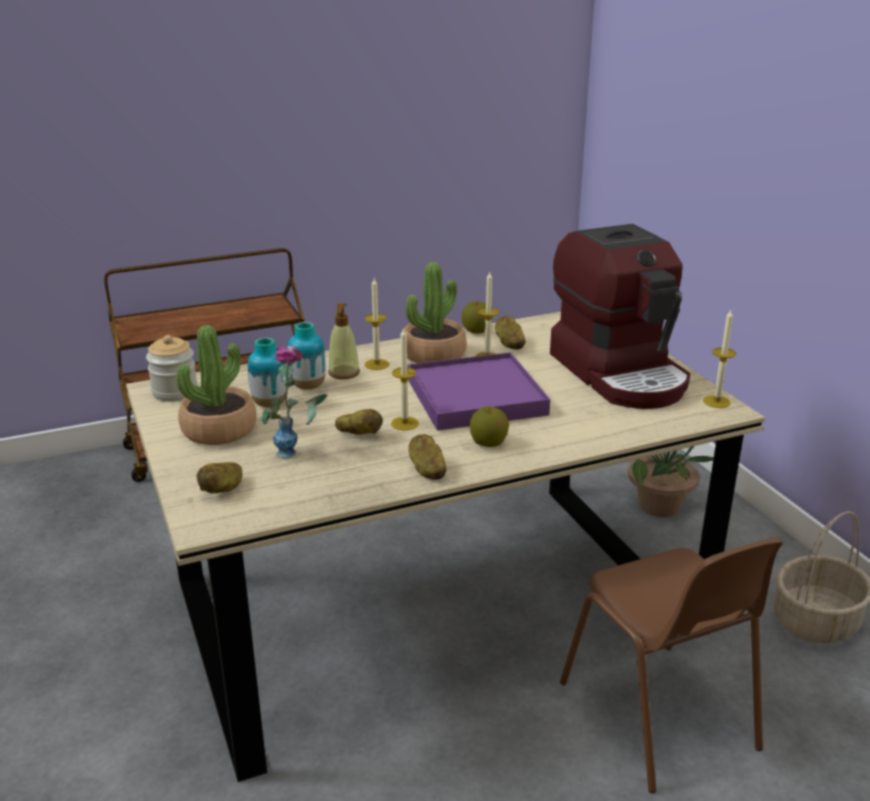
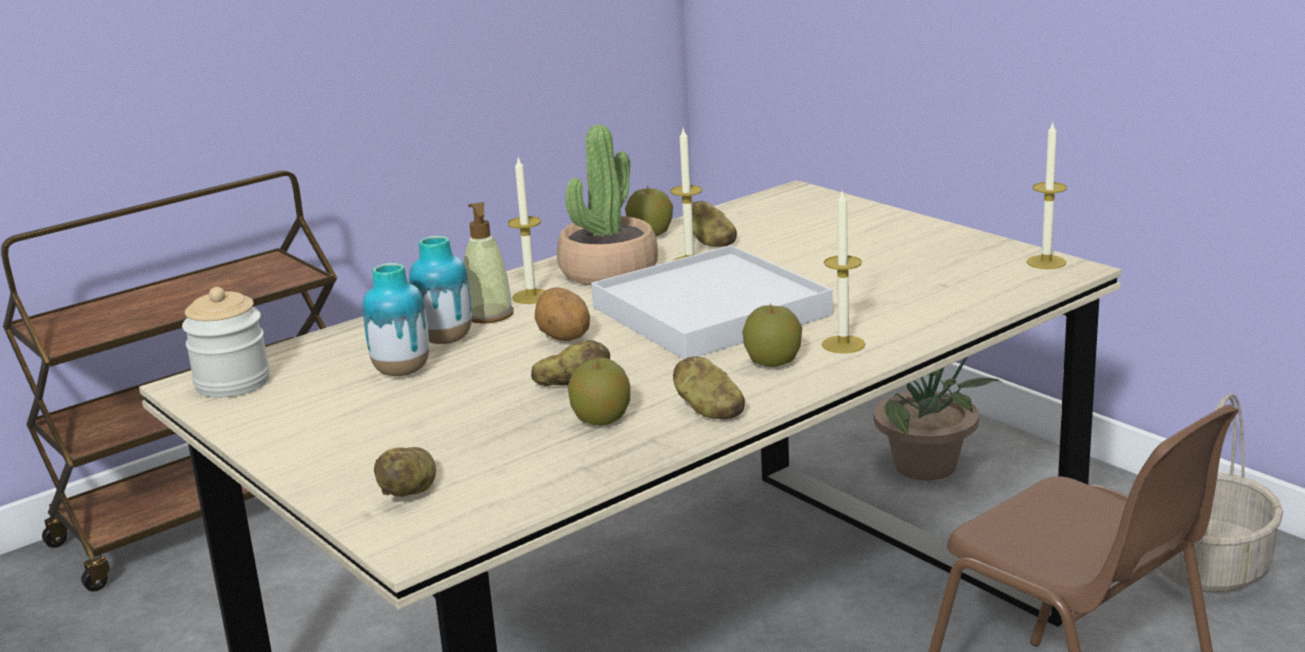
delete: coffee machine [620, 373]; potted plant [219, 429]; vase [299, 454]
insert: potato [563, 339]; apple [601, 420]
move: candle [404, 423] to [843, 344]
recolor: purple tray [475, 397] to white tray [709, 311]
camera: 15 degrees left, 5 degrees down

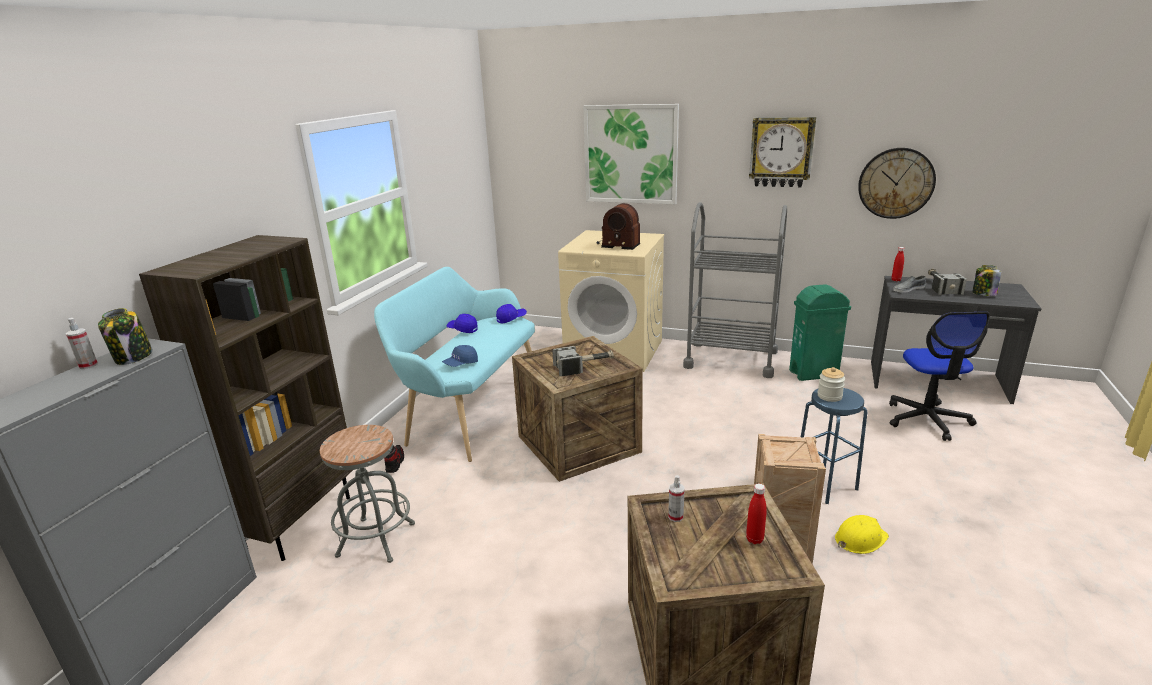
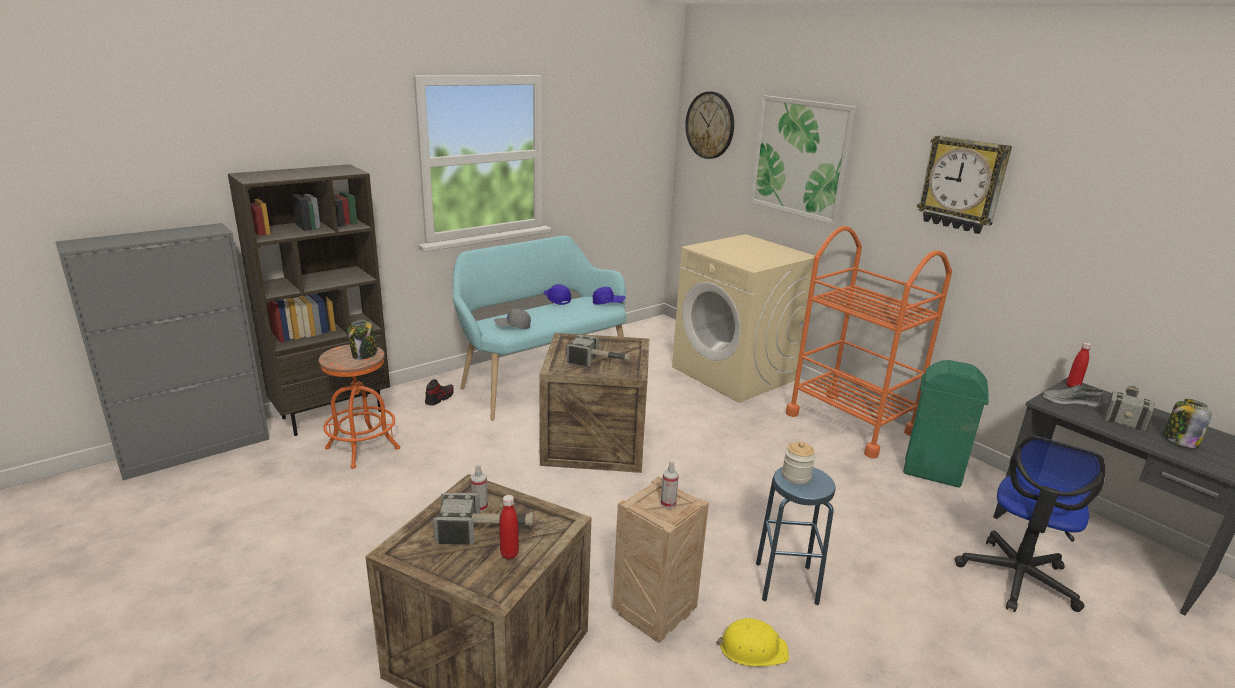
delete: radio [618, 244]
insert: hammer [486, 531]
move: wall clock [896, 183] to [710, 125]; jar [133, 357] to [364, 355]; spray bottle [88, 365] to [668, 503]
recolor: grey cart [731, 359] to orange cart [850, 423]; blue cap [461, 364] to grey cap [513, 326]; grey stool [376, 539] to orange stool [362, 448]
camera: 30 degrees right, 0 degrees up

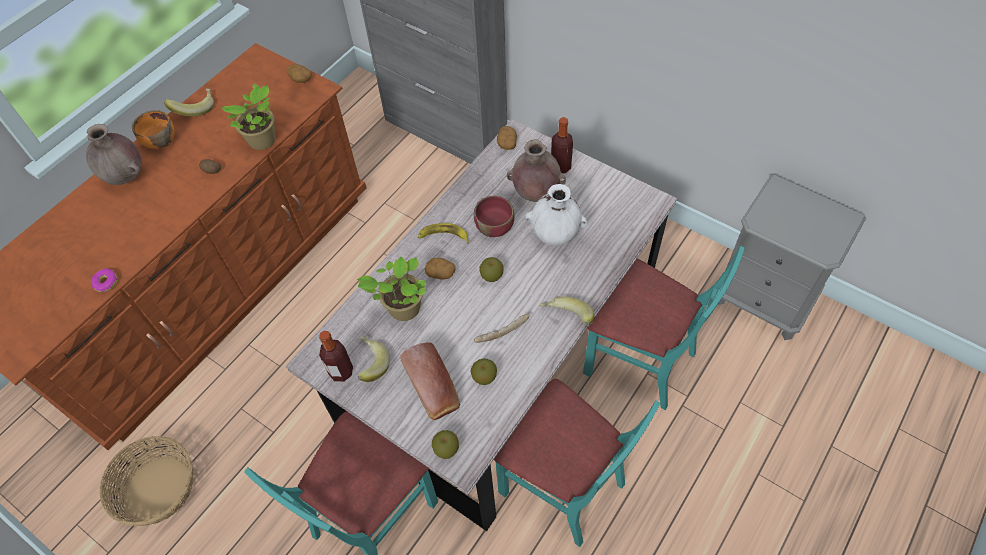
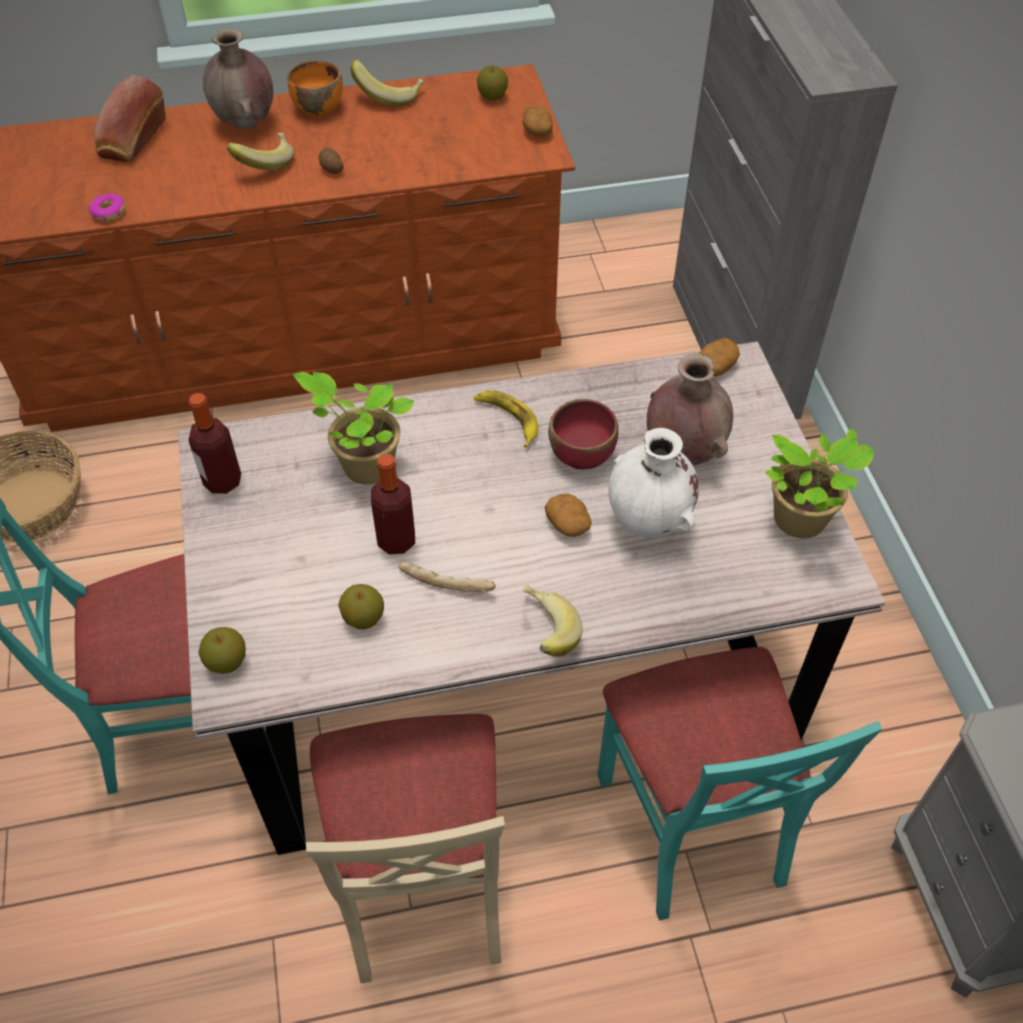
move: potted plant [264, 141] to [801, 522]; bottle [560, 167] to [396, 540]; apple [491, 276] to [492, 97]; potato [441, 273] to [568, 524]; banana [370, 365] to [264, 163]; bread [433, 389] to [132, 139]
recolor: turquoise chair [563, 485] to beige chair [422, 888]
camera: 40 degrees right, 5 degrees down

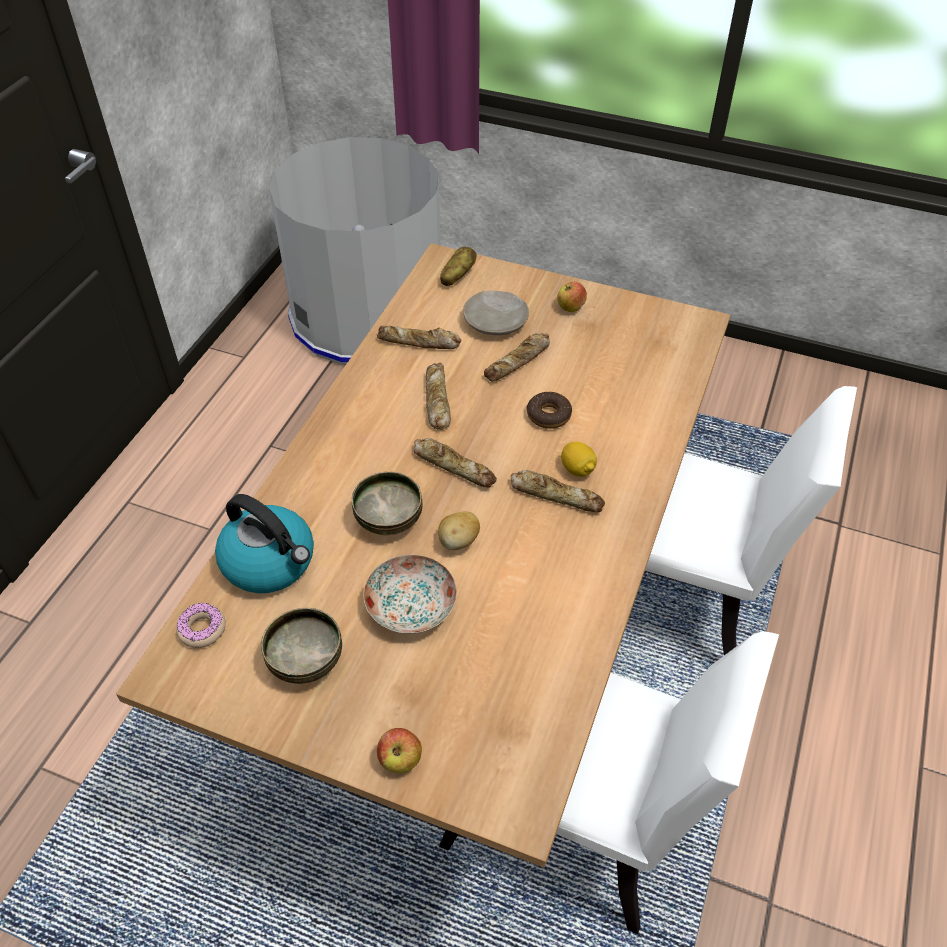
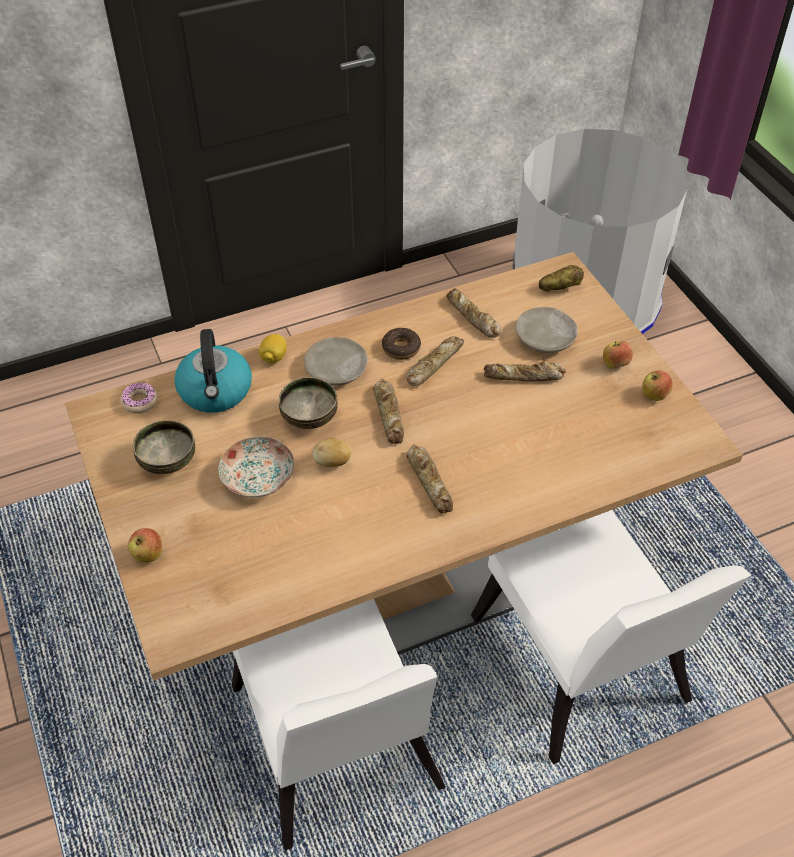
insert: beige plate [336, 370]; apple [654, 395]
move: donut [548, 415] to [401, 348]; lemon [577, 469] to [274, 358]
camera: 45 degrees right, 0 degrees up

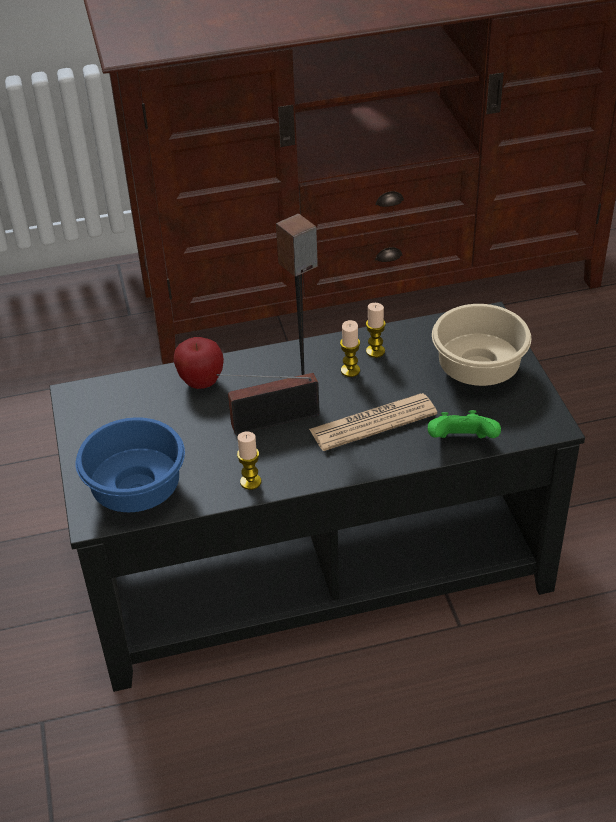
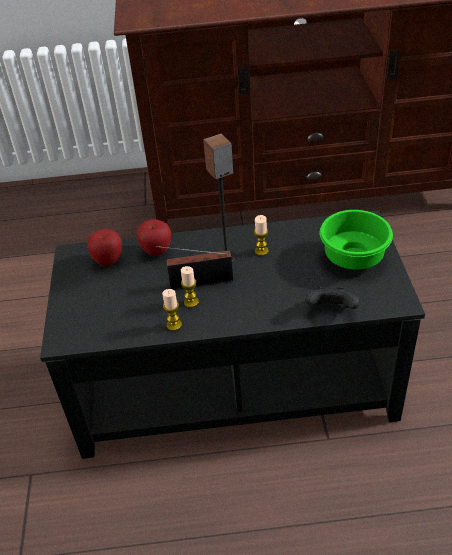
delete: newspaper [373, 423]; blue bowl [139, 492]
insert: apple [108, 261]
move: candle [375, 351] to [191, 302]
recolor: beige bowl [476, 371] to green bowl [352, 258]; green game controller [461, 443] to black game controller [331, 310]
camera: 10 degrees right, 0 degrees up

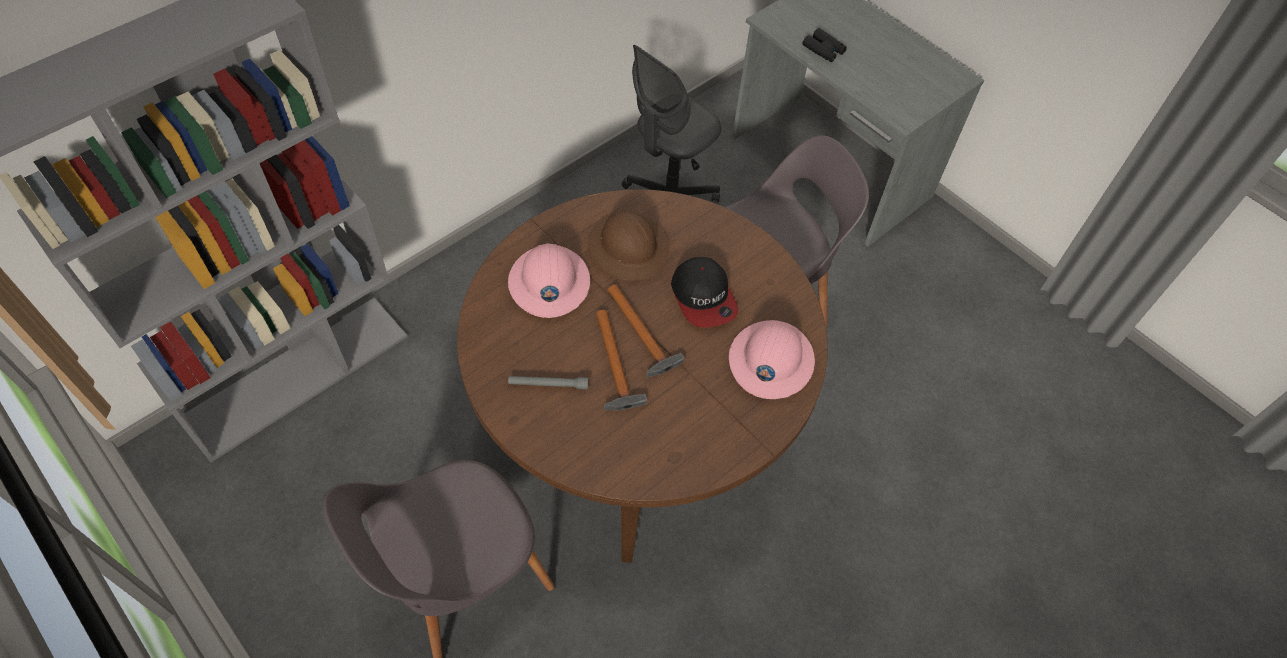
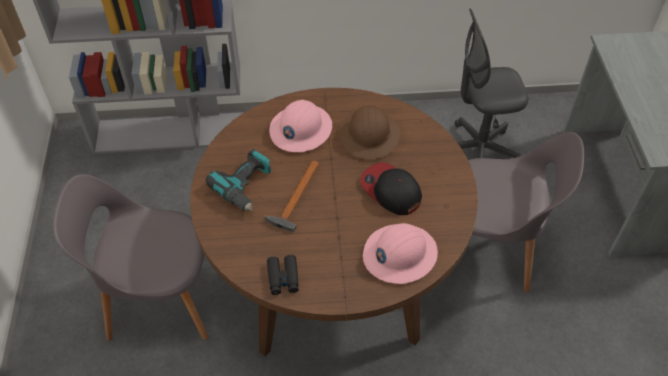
delete: hammer [641, 334]
move: black binoculars [823, 50] to [283, 278]
replace: grey flashlight [548, 384] to power drill [246, 186]
rotate: cap [704, 297] = [390, 190] 120 degrees clockwise
camera: 40 degrees right, 5 degrees down

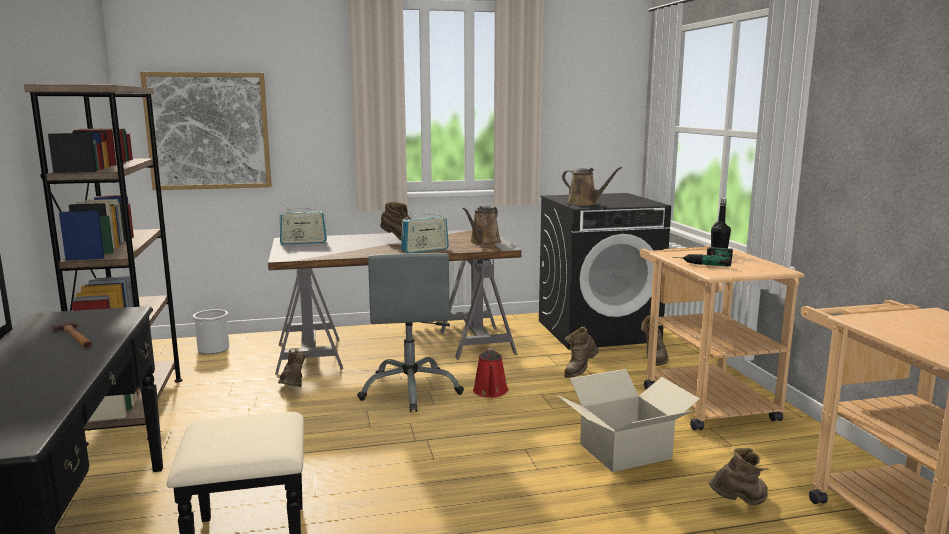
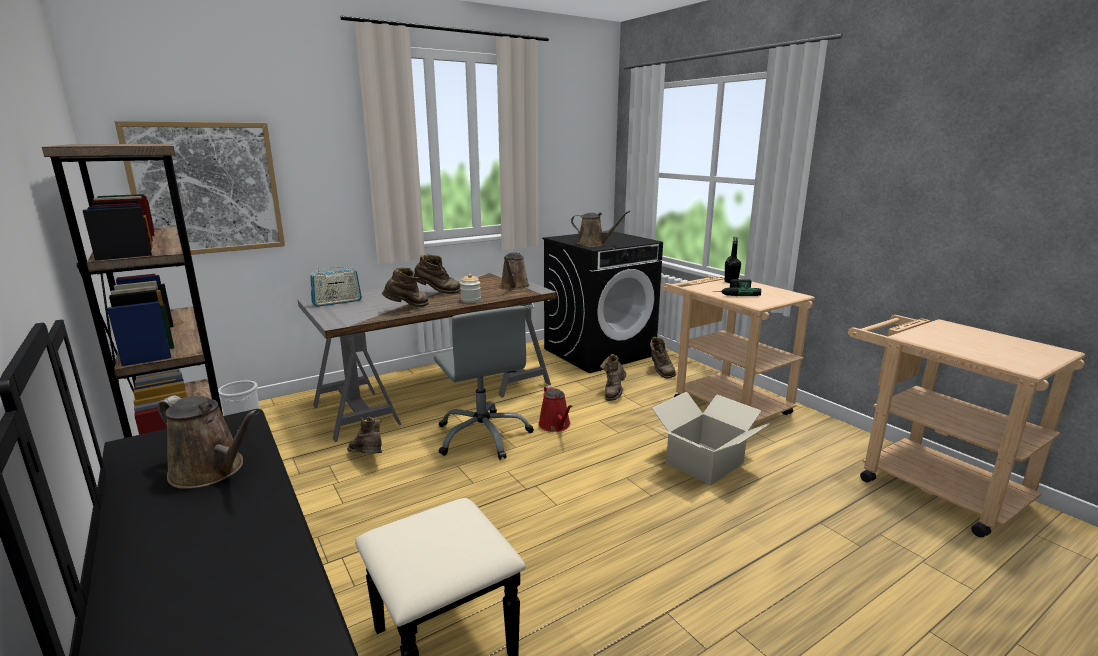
move: brown boot [739, 504] to [408, 308]
replace: radio [425, 250] to jar [470, 300]; hammer [75, 338] to brown watering can [211, 471]
camera: 20 degrees left, 5 degrees up

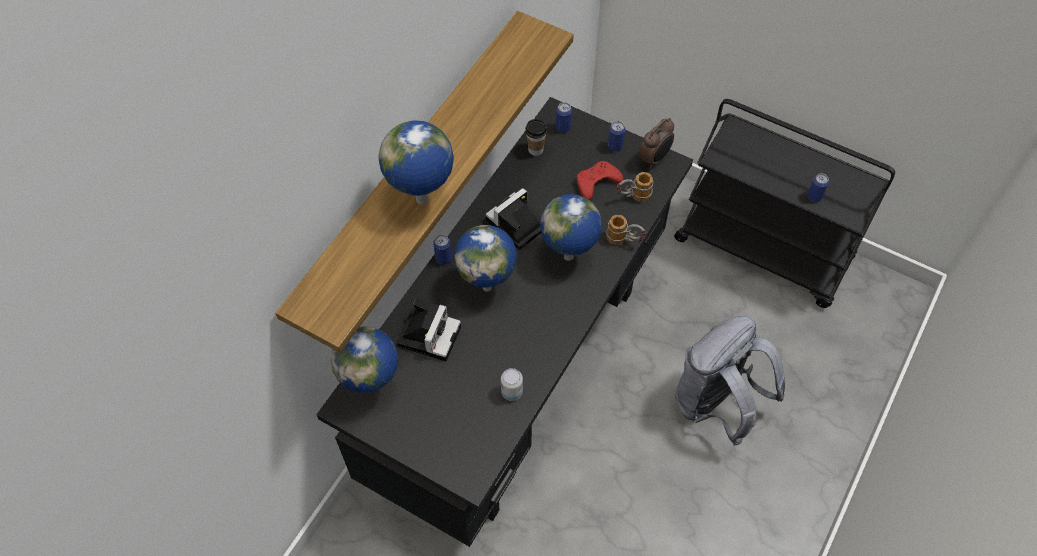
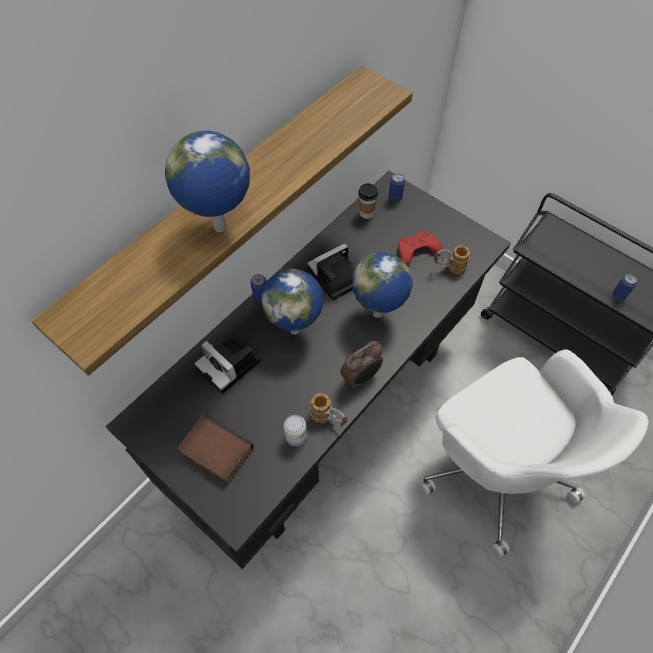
delete: can [615, 146]; globe [374, 386]
insert: book [215, 451]
move: alarm clock [654, 159] to [361, 377]; mug [624, 240] to [329, 419]
replace: grey backpack [716, 405] to white office chair [495, 467]
rotate: photo camera [429, 333] = [230, 366] 105 degrees clockwise
camera: 10 degrees right, 0 degrees up

